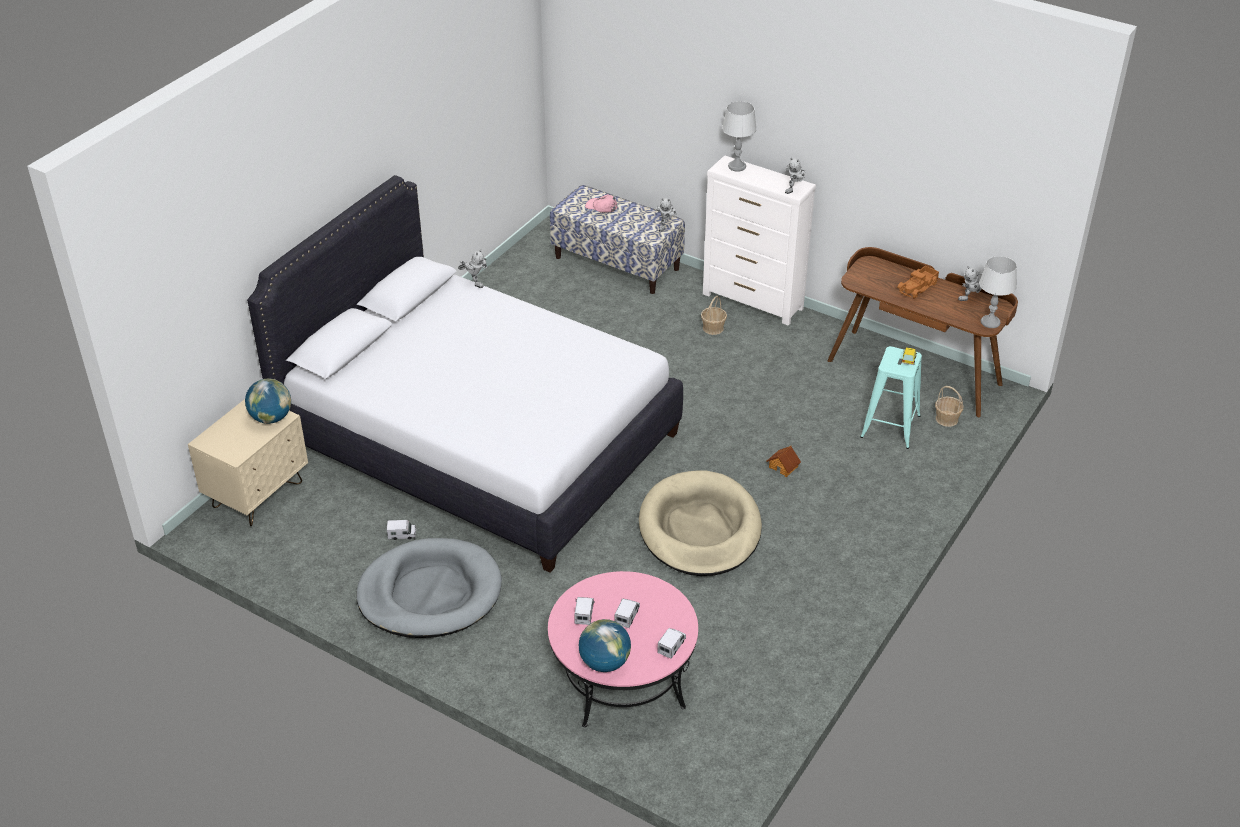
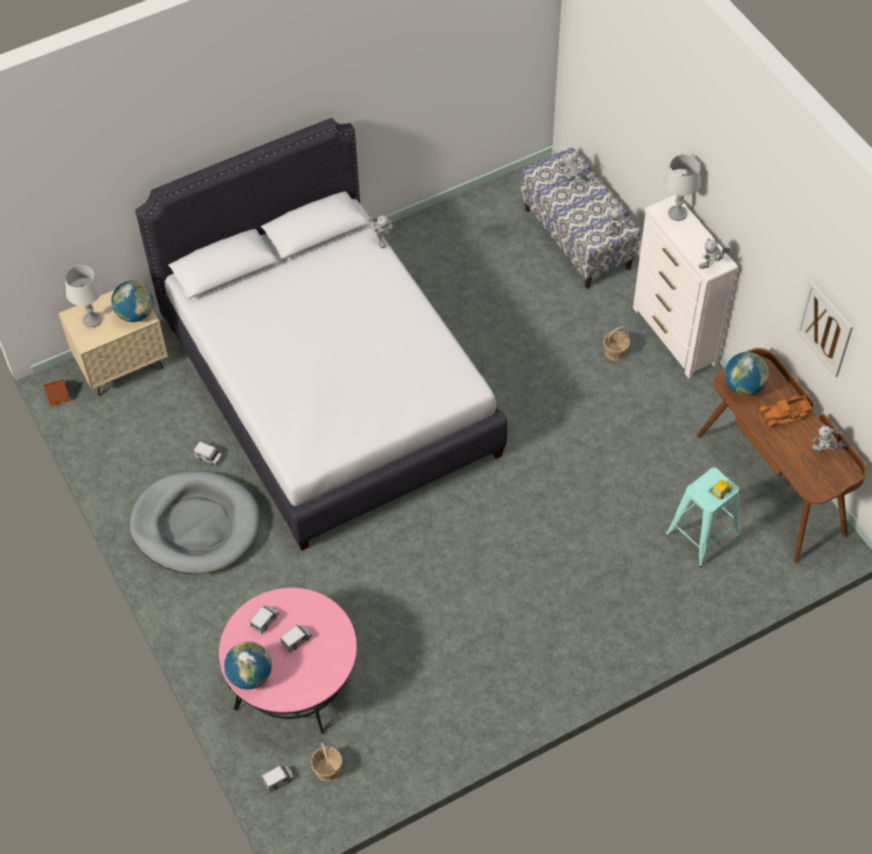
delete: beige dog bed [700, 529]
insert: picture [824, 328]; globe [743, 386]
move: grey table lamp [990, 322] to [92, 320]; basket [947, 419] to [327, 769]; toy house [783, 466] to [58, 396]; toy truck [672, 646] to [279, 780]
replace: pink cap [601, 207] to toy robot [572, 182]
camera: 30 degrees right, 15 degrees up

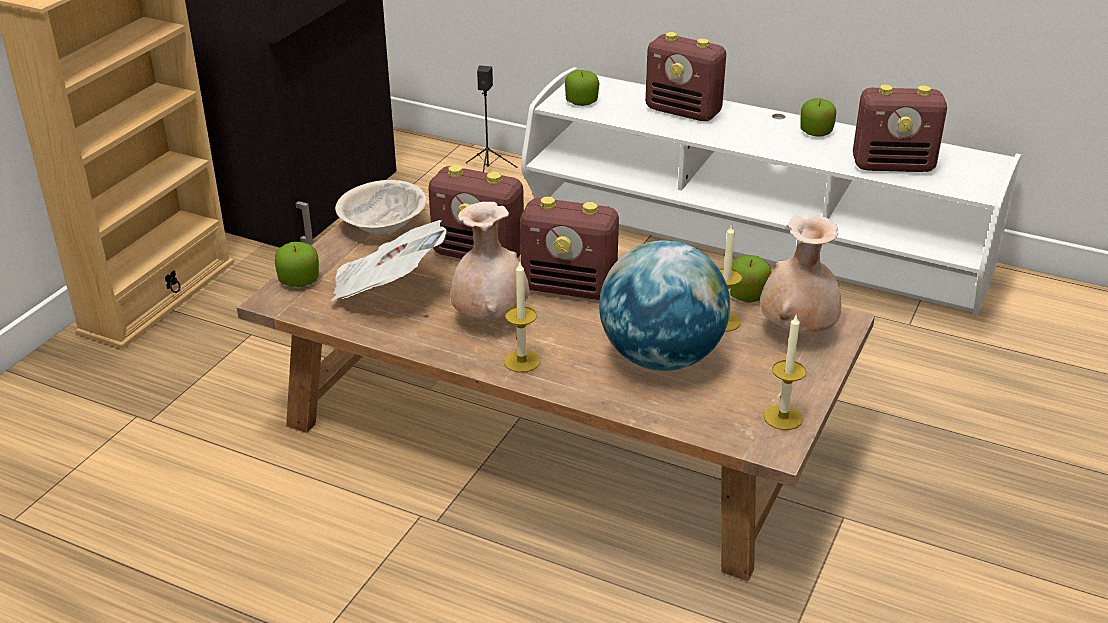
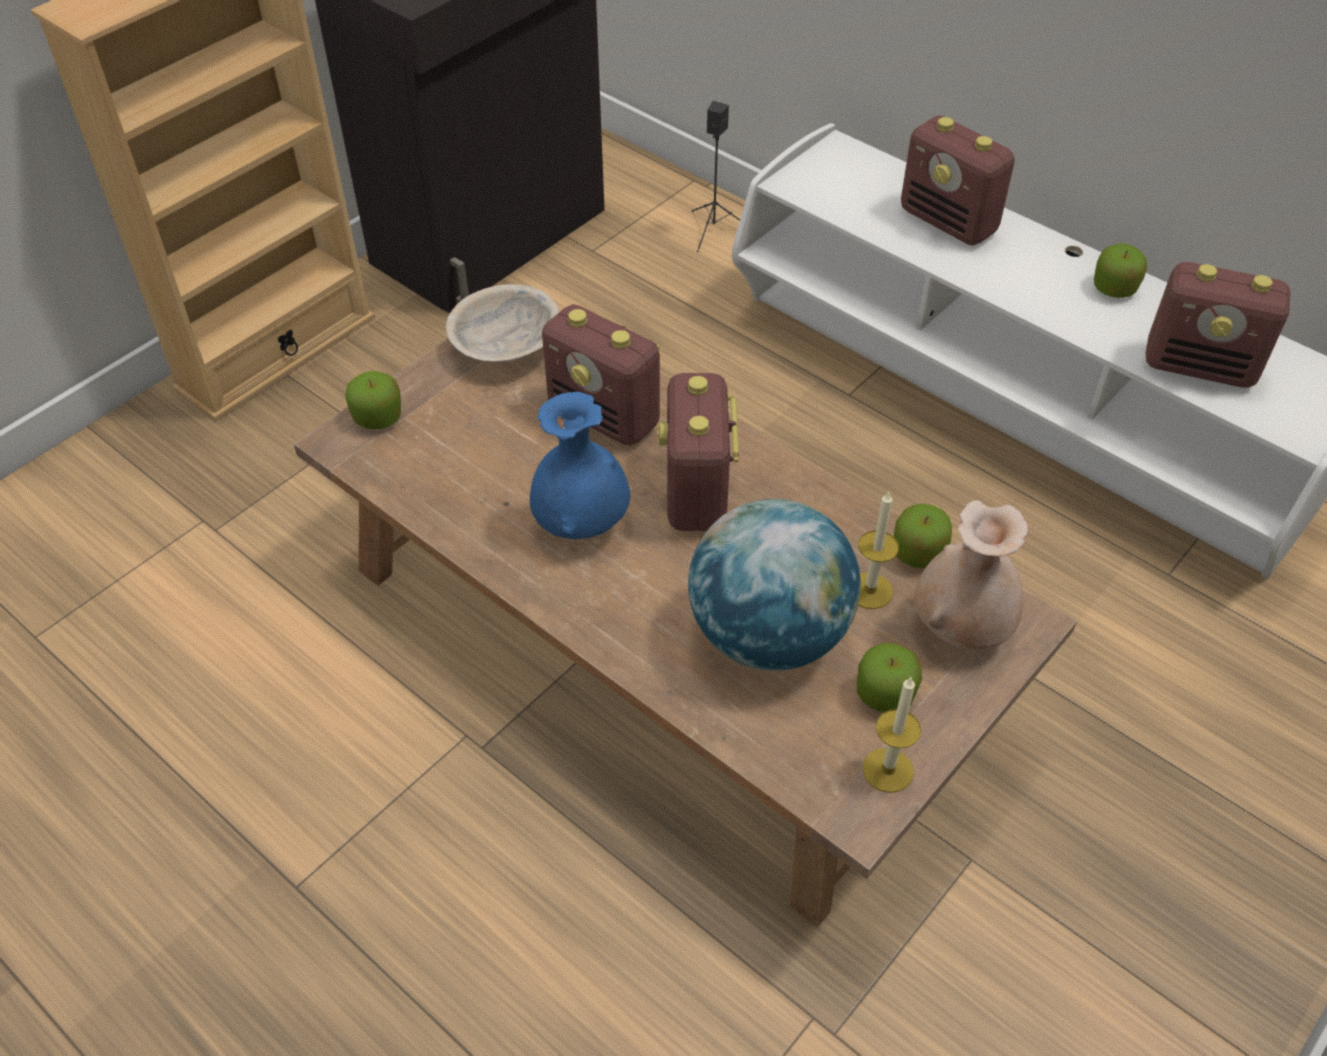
delete: newspaper [387, 288]; candle [521, 361]
move: apple [581, 102] to [885, 694]
recolor: beige vase [490, 318] to blue vase [581, 523]
rotate: radio [570, 288] = [696, 494] 60 degrees clockwise
camera: 15 degrees right, 15 degrees up

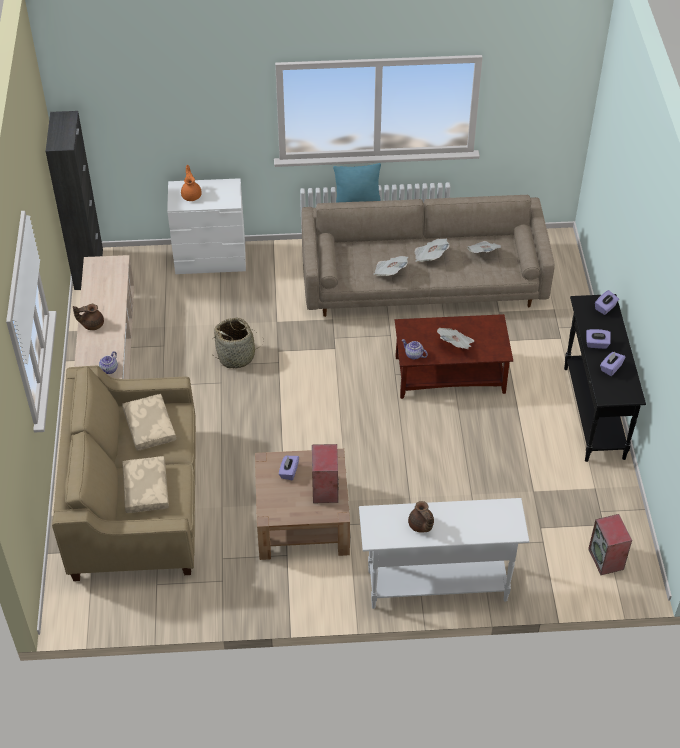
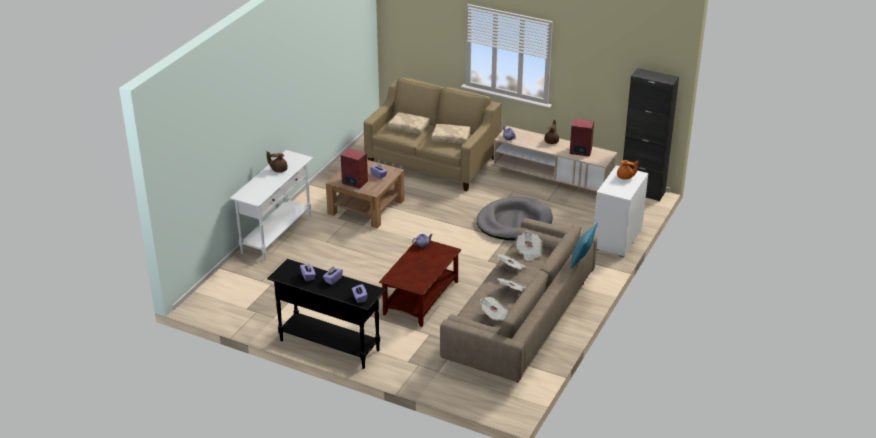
move: newspaper [455, 345] to [529, 252]; speaker [606, 559] to [580, 151]
replace: basket [236, 356] to grey dog bed [514, 222]
camera: 120 degrees right, 15 degrees down

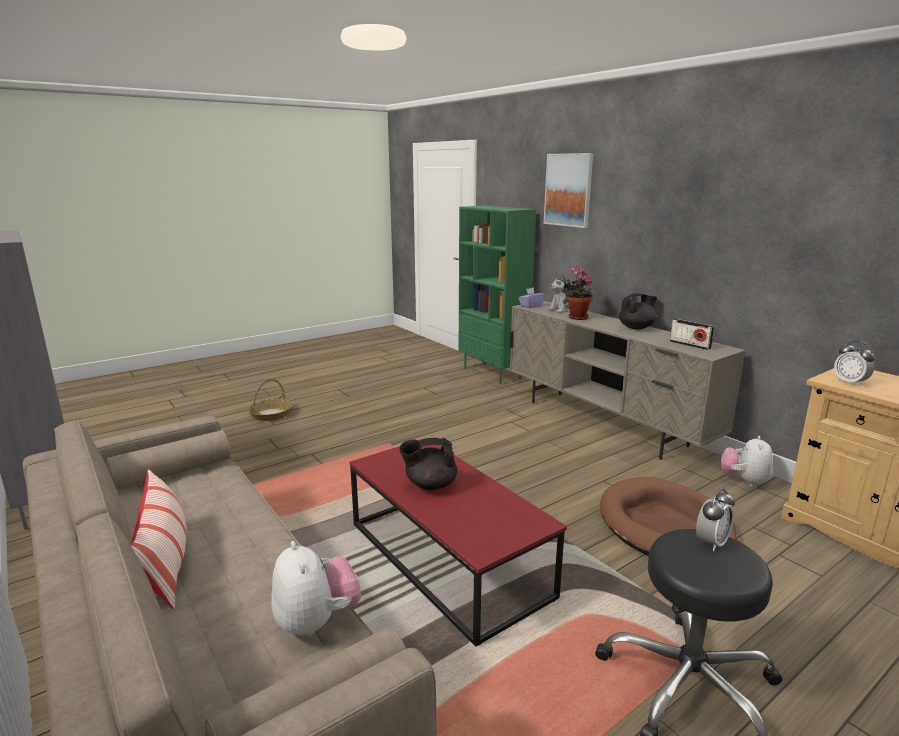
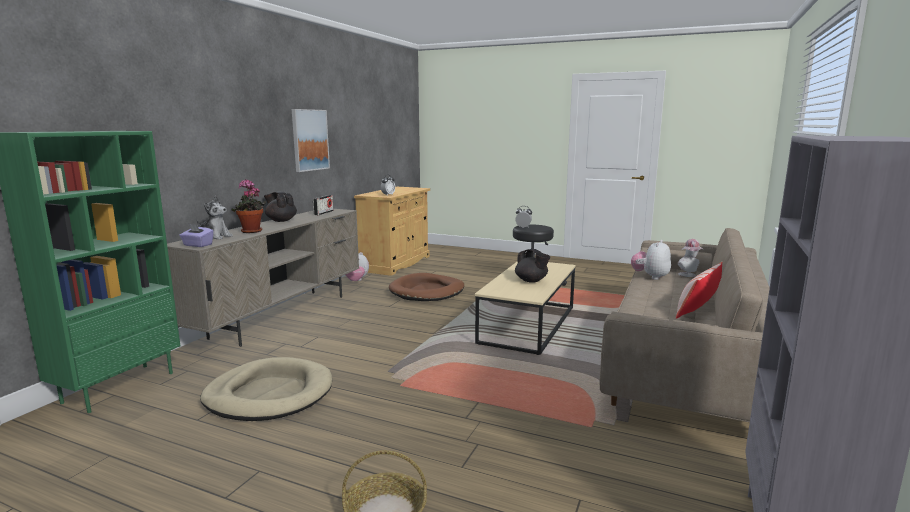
insert: hat [689, 275]; beige dog bed [269, 394]
move: picture [568, 190] to [309, 140]
recolor: red coffee table [447, 559] to beige coffee table [528, 325]
camera: 120 degrees left, 5 degrees down

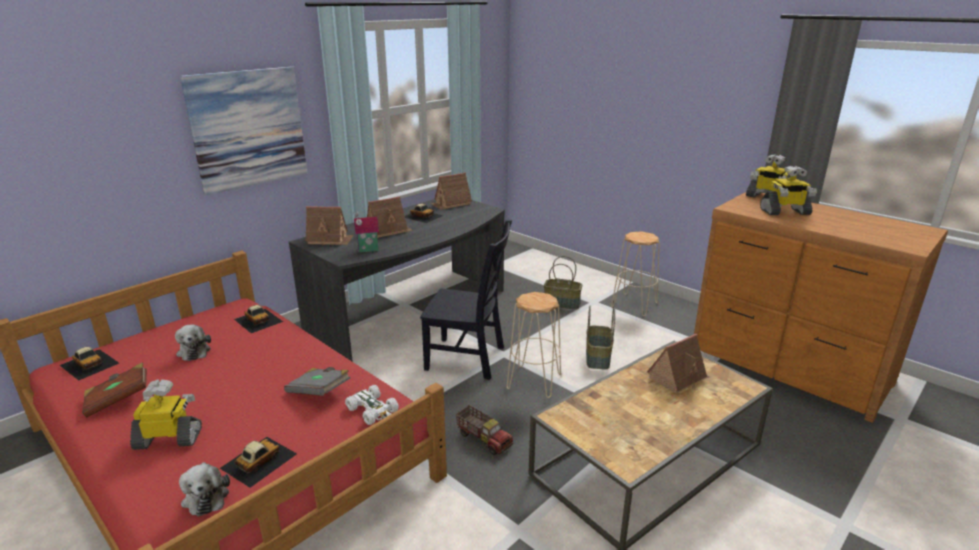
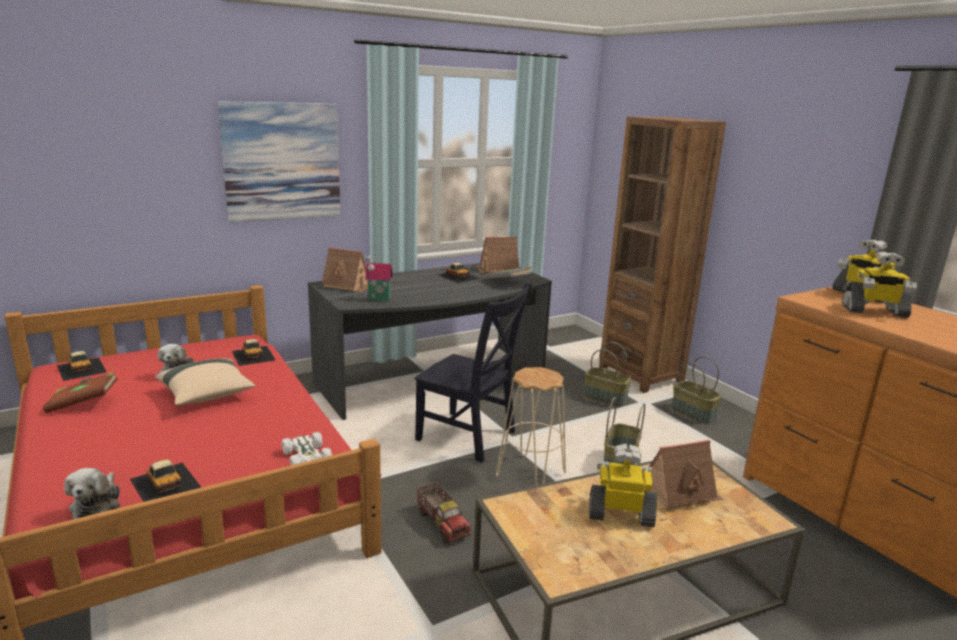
delete: toy house [389, 230]
insert: brown bookcase [641, 375]; beige pillow [207, 395]
move: grey book [319, 392] to [506, 283]; toy robot [169, 438] to [621, 513]
replace: beige stool [634, 305] to basket [694, 413]
rotate: toy car [258, 461] = [166, 483] 90 degrees clockwise
camera: 15 degrees right, 5 degrees down

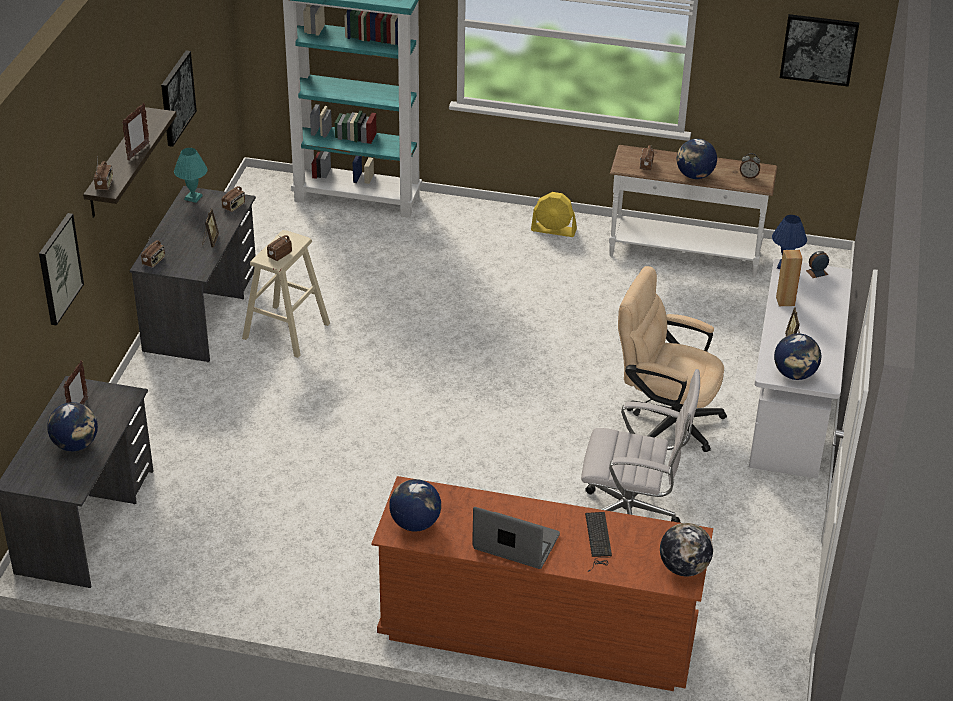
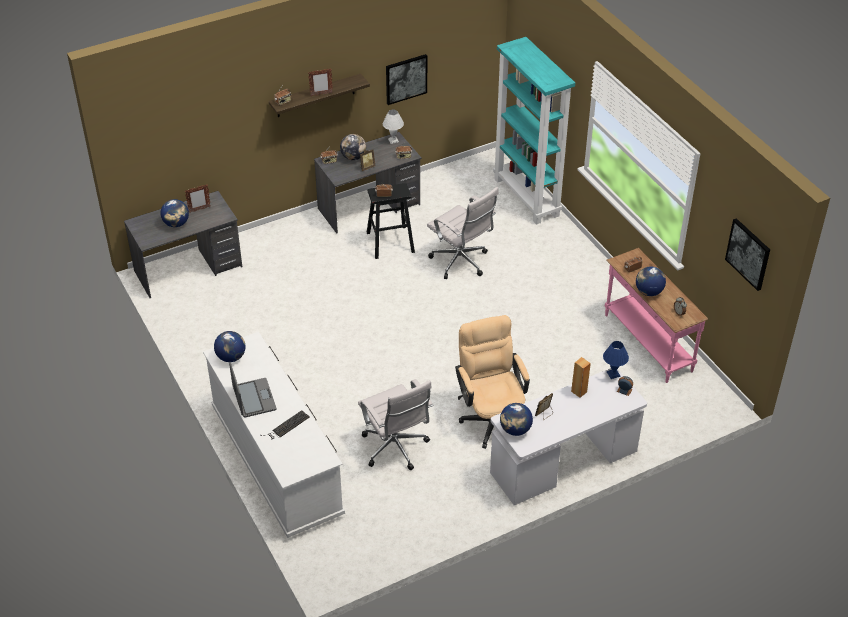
delete: yellow fan [553, 230]; picture [59, 268]
insert: white office chair [461, 263]
move: globe [683, 568] to [353, 157]
recolor: white console table [684, 255] to pink console table [647, 343]; turquoise table lamp [193, 197] to white table lamp [393, 140]; beige stool [286, 331] to black stool [390, 242]; brown dresser [538, 631] to white dresser [277, 461]
camera: 50 degrees right, 5 degrees up

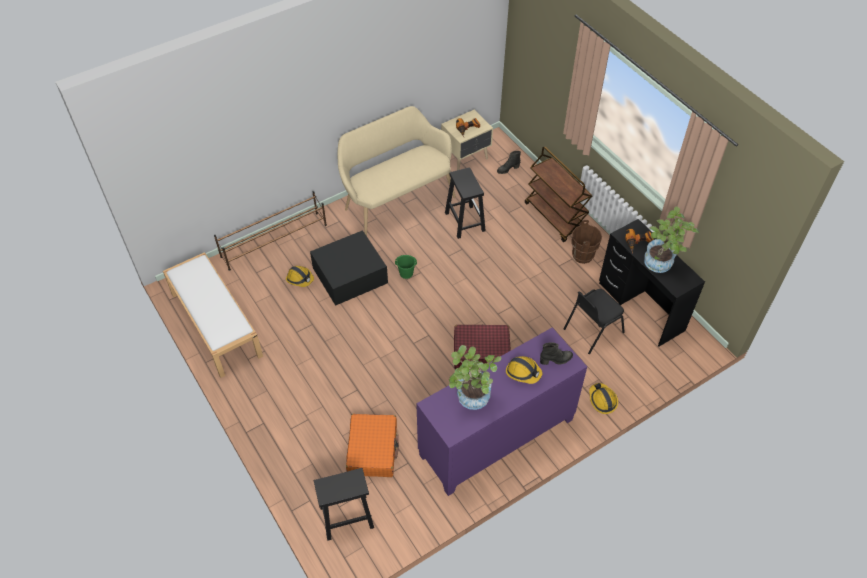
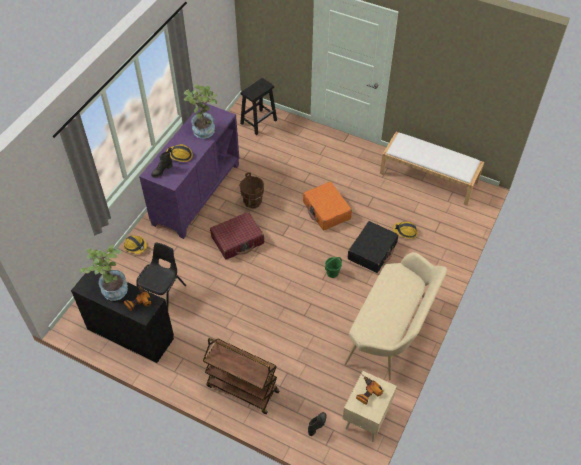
delete: black stool [464, 221]; brown shoe rack [274, 240]
move: brown bucket [583, 255] to [252, 202]; orange suitcase [373, 450] to [326, 211]
replace: black storage box [350, 275] to black suitcase [372, 251]
camera: 150 degrees right, 0 degrees up

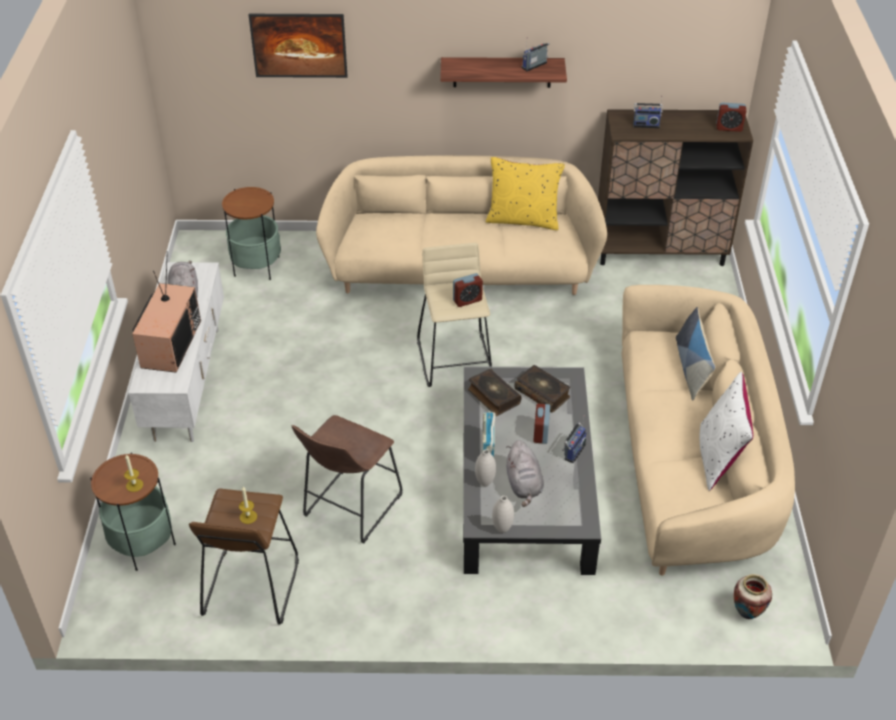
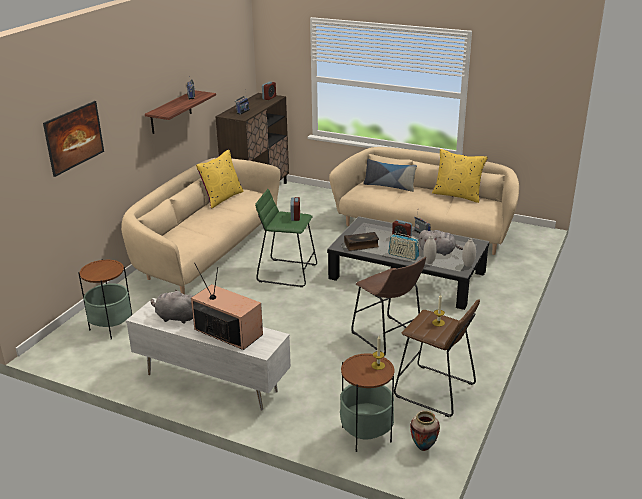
delete: book [542, 393]
move: vase [746, 614] to [423, 448]
recolor: beige stool [456, 360] to green stool [287, 273]; white pillow [719, 457] to yellow pillow [457, 195]
camera: 65 degrees left, 15 degrees down

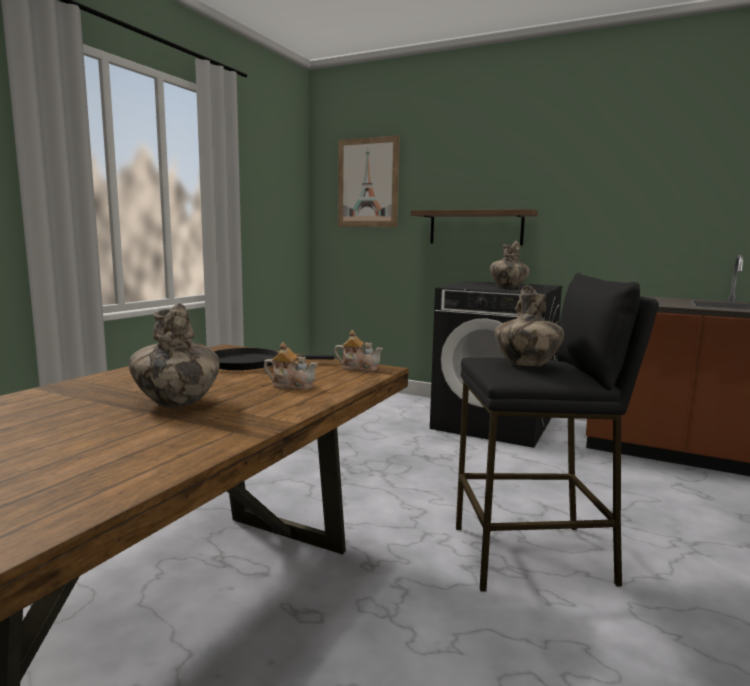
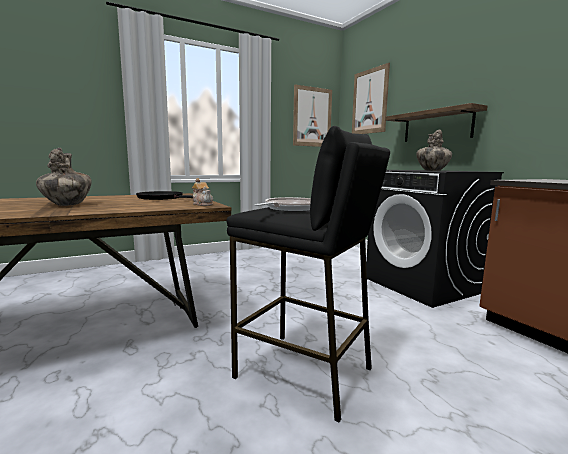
delete: teapot [291, 385]
insert: picture [312, 117]
replace: vase [526, 365] to frying pan [289, 209]
camera: 35 degrees right, 0 degrees up

